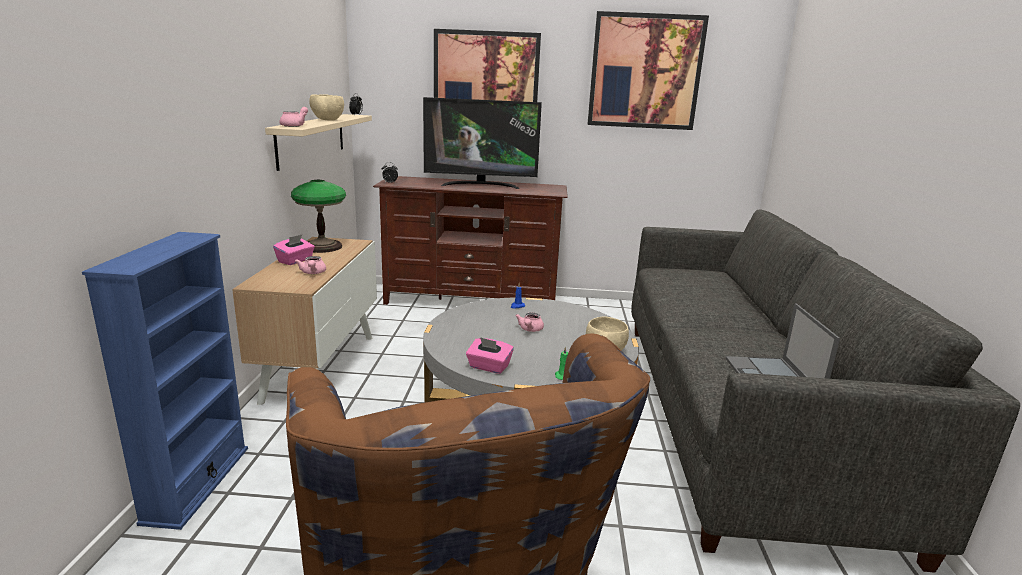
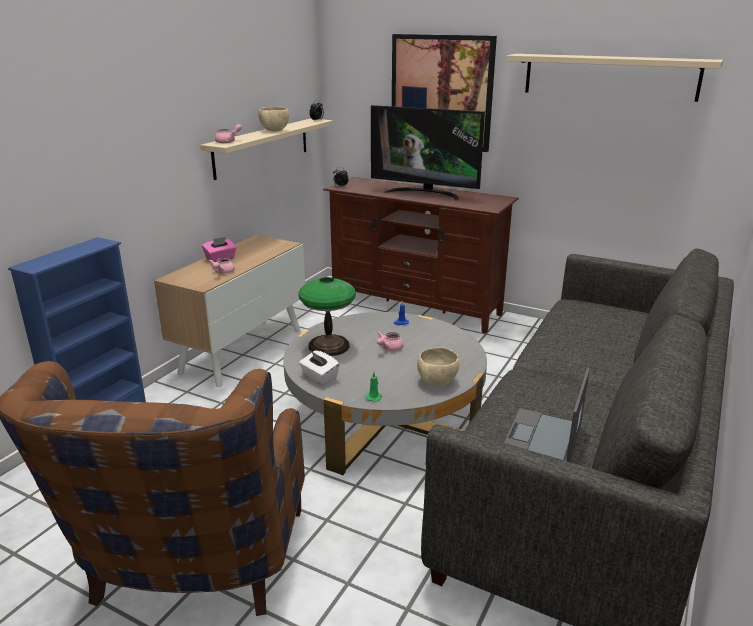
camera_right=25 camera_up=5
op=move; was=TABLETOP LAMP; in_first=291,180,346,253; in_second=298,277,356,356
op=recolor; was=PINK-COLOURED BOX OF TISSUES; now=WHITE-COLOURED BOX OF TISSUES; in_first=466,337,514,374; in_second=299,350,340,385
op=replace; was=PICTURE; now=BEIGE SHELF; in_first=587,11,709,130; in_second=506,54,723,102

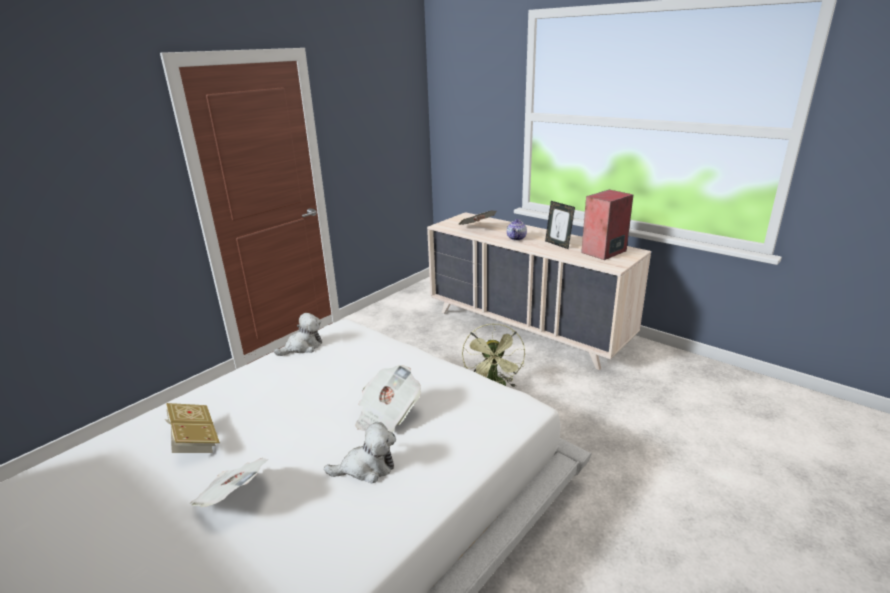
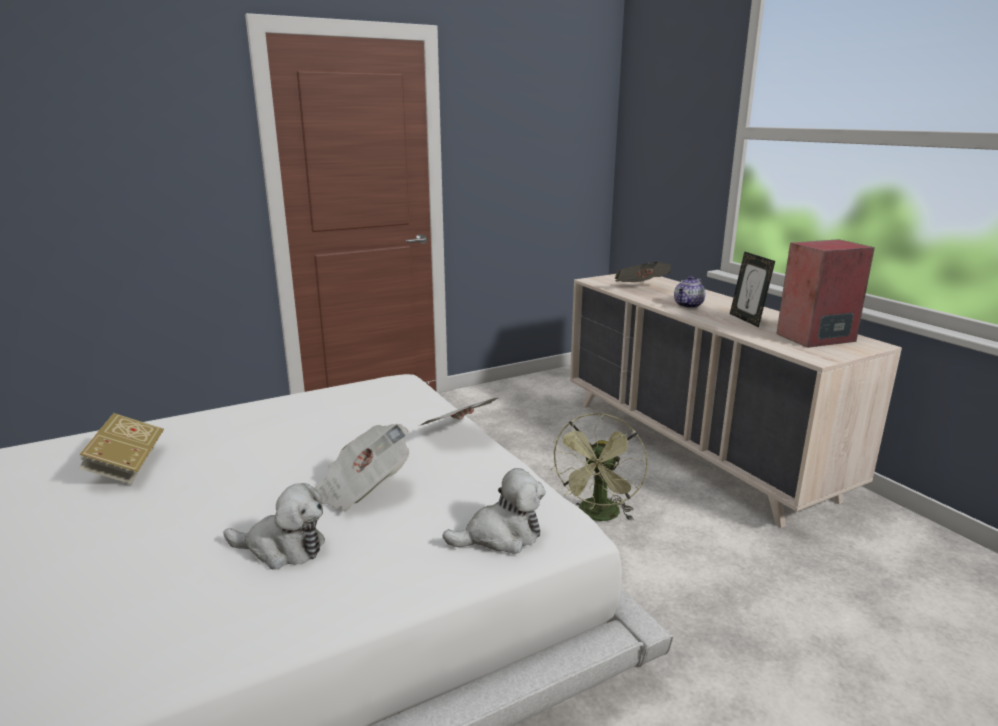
camera_right=20 camera_up=-5
op=move; was=PRINTED PAPER; in_first=190,458,269,507; in_second=419,398,498,426
op=move; was=CUDDLY TOY; in_first=274,313,322,356; in_second=443,468,546,554

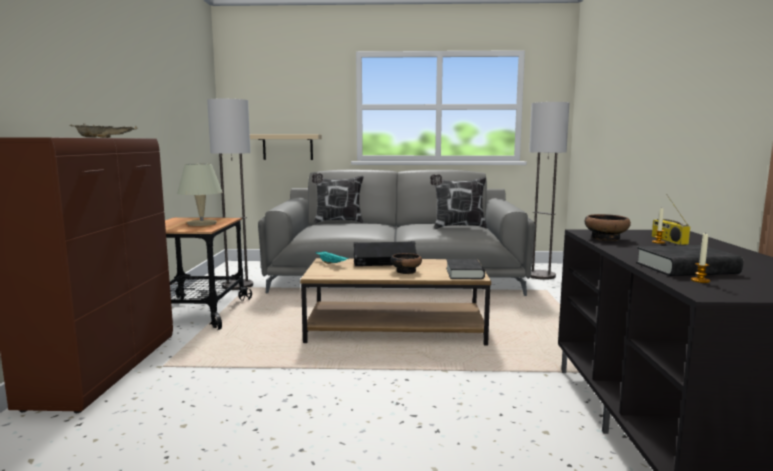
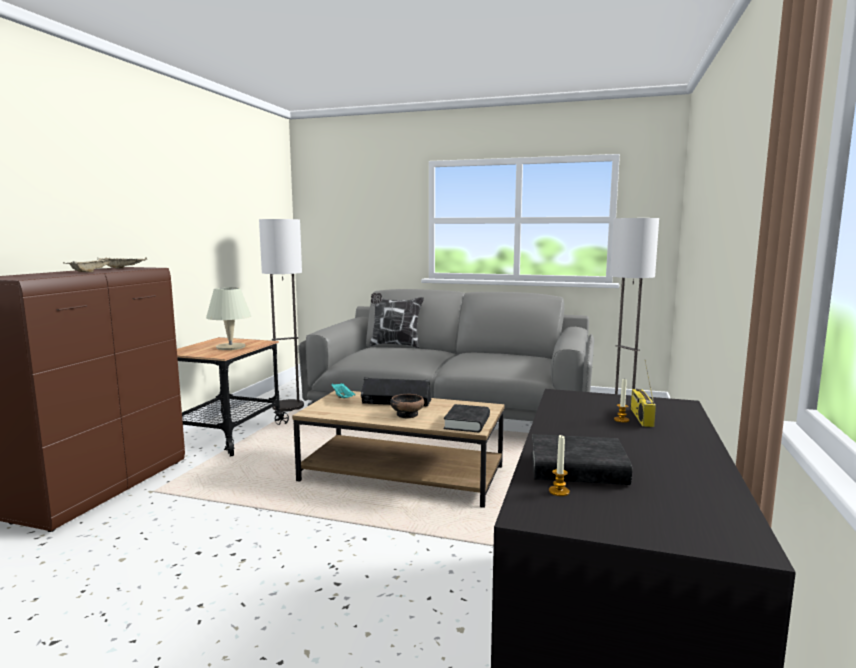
camera_right=15 camera_up=0
op=delete; was=BEIGE SHELF; in_first=250,134,322,160
op=delete; was=CUSHION; in_first=430,174,488,229
op=delete; was=SERVING BOWL; in_first=584,214,631,241

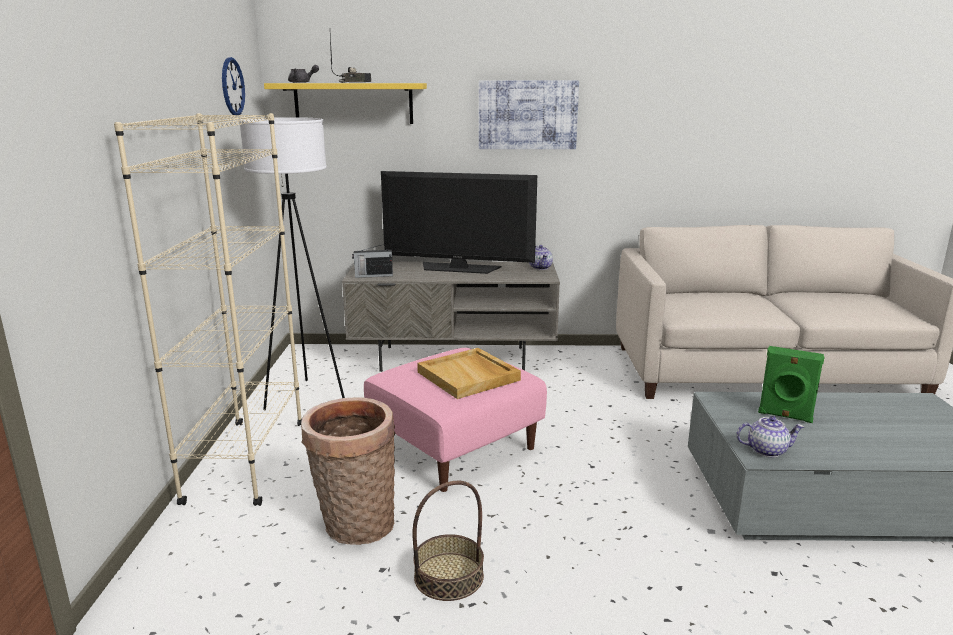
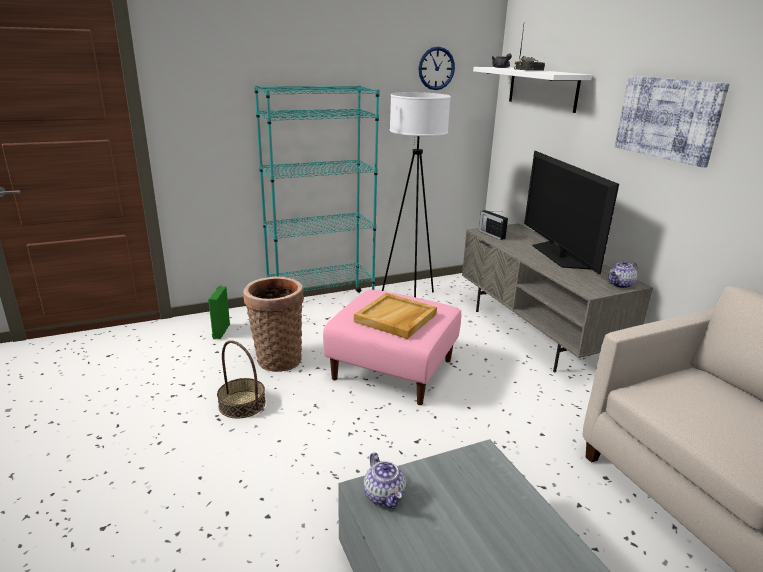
camera_right=65 camera_up=5
op=recolor; was=BEIGE BOOKCASE; now=BLUE-GREEN BOOKCASE; in_first=114,113,302,506; in_second=254,85,380,293
op=recolor; was=YELLOWISH SHELF; now=WHITE-COLOURED SHELF; in_first=264,83,427,124; in_second=473,67,592,113
op=move; was=GREENISH SPEAKER; in_first=758,346,825,423; in_second=208,286,230,339

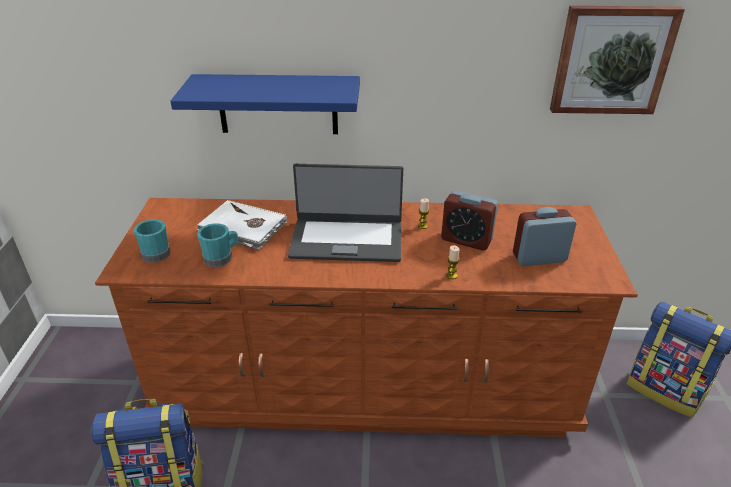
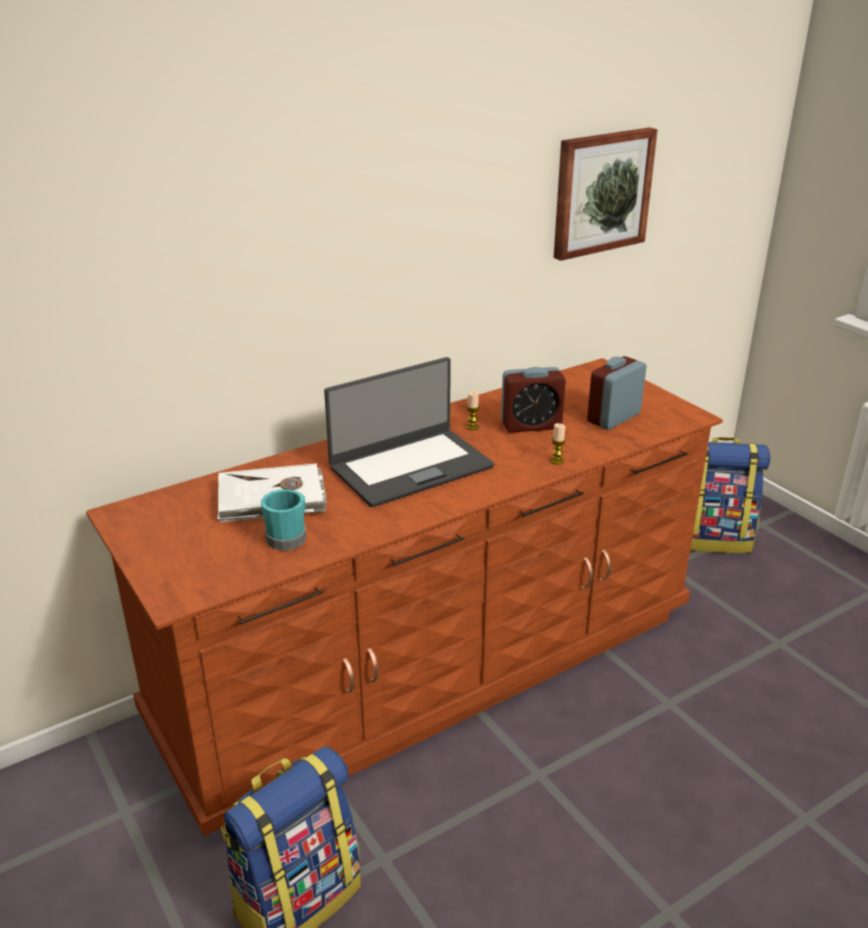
camera_right=-35 camera_up=-5
op=delete; was=BLUE-GREEN MUG; in_first=133,219,171,263
op=delete; was=BLUE SHELF; in_first=170,74,360,134

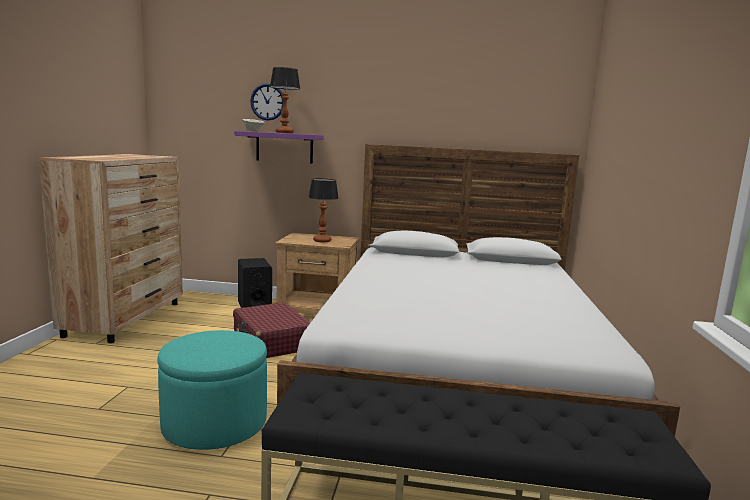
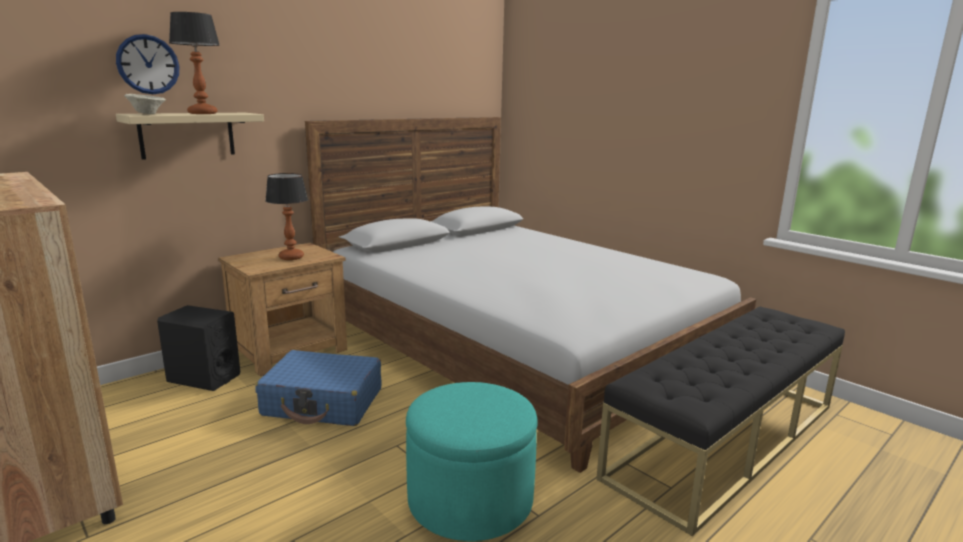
camera_right=-50 camera_up=5
op=recolor; was=RED-COLOURED SUITCASE; now=BLUE SUITCASE; in_first=233,302,311,358; in_second=255,350,382,426
op=recolor; was=PURPLE SHELF; now=BEIGE SHELF; in_first=234,131,324,164; in_second=116,113,264,160

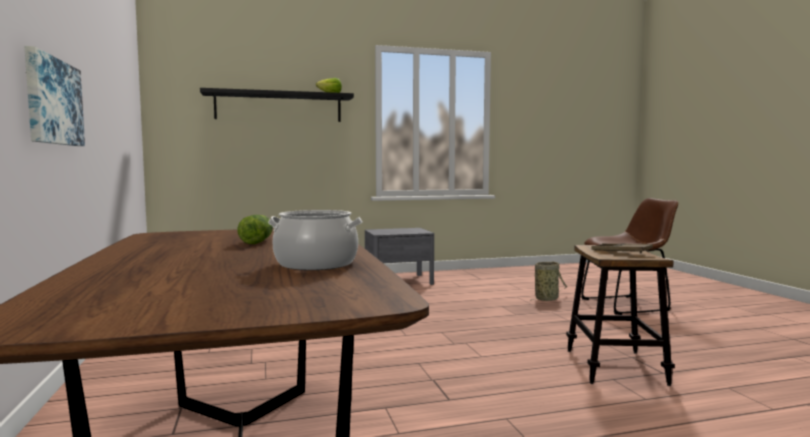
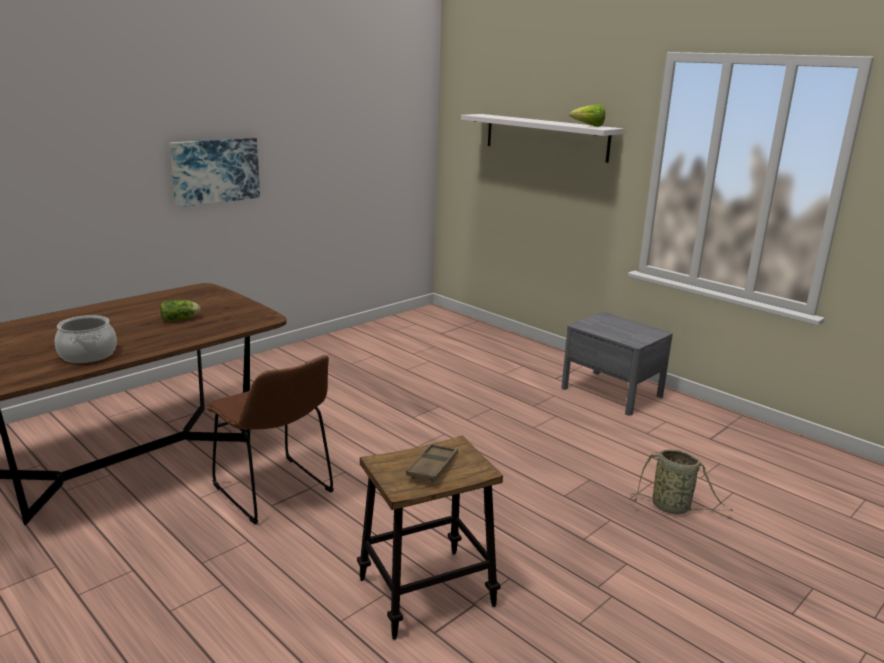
camera_right=60 camera_up=15
op=recolor; was=BLACK SHELF; now=WHITE-COLOURED SHELF; in_first=200,88,354,122; in_second=461,114,623,163
op=move; was=BROWN-COLOURED UPRIGHT CHAIR; in_first=581,198,678,315; in_second=207,355,334,524

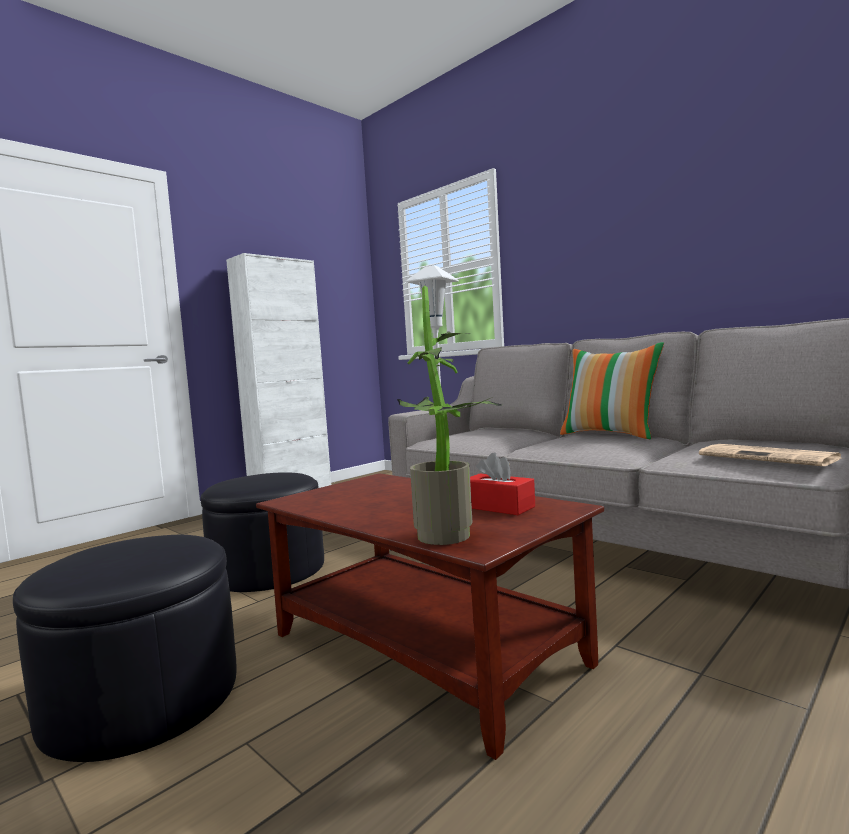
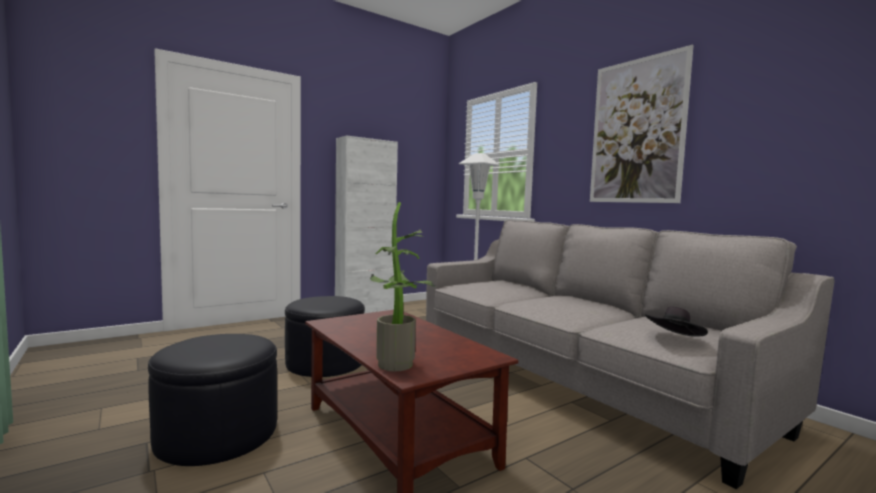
camera_right=10 camera_up=0
op=delete; was=RED-COLOURED BOX OF TISSUES; in_first=470,452,535,515
op=delete; was=CUSHION; in_first=560,342,664,439
op=replace; was=PRINTED PAPER; now=BLACK WEARABLE HAT; in_first=699,444,841,466; in_second=645,306,708,336
op=insert; now=PICTURE; in_second=590,45,694,203

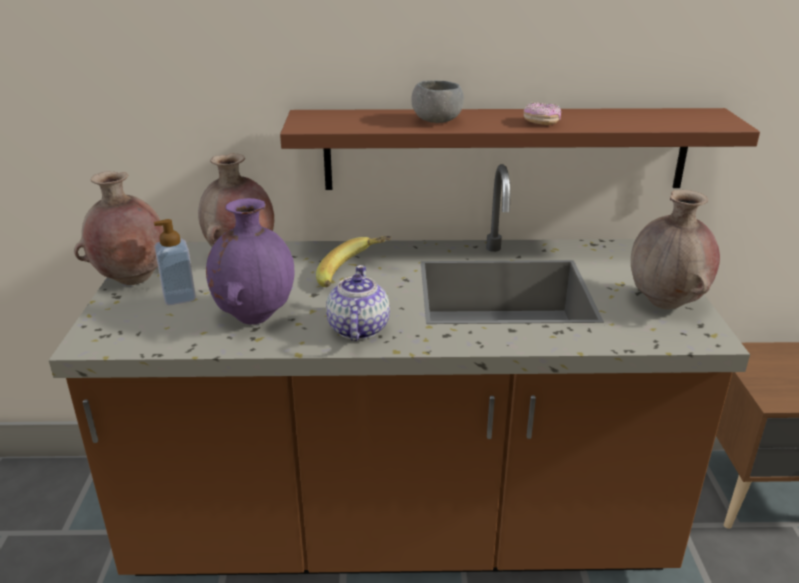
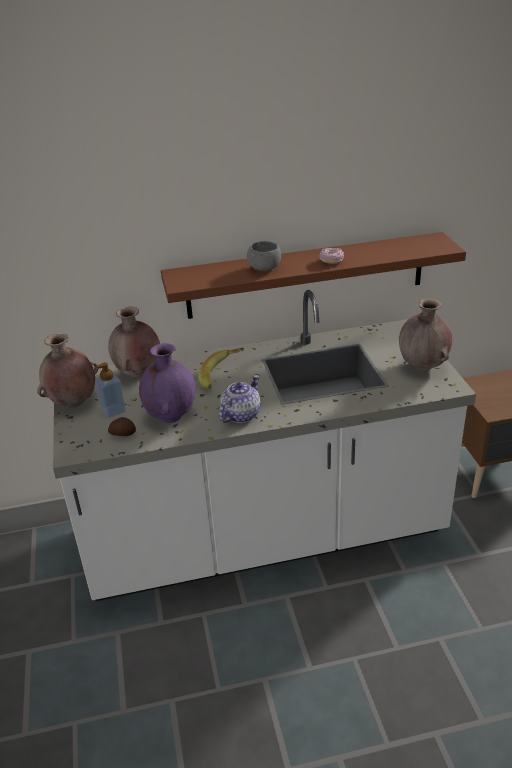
camera_right=-10 camera_up=5
op=recolor; was=BROWN-COLOURED KITCHEN COUNTER; now=WHITE-COLOURED KITCHEN COUNTER; in_first=49,164,750,576; in_second=53,290,476,601
op=rotate; was=POT FOR TEA; in_first=326,265,390,341; in_second=219,375,261,423; clockwise=45
op=insert; now=SPUD; in_second=108,417,136,436

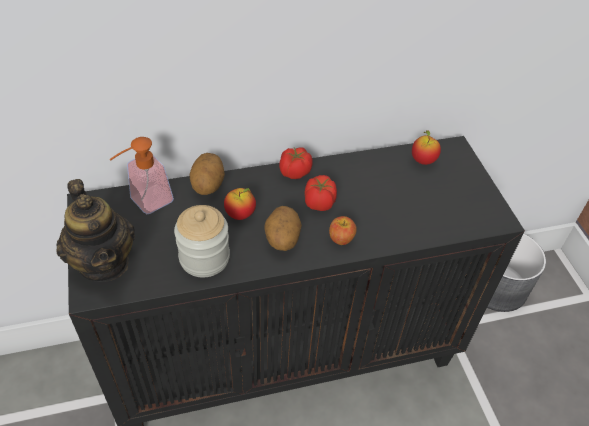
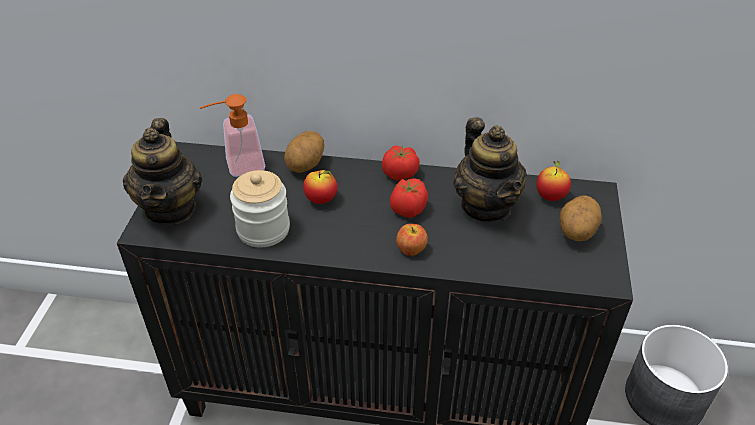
camera_right=25 camera_up=-5
op=move; was=SPUD; in_first=264,206,302,251; in_second=560,196,602,241
op=insert; now=POT FOR TEA; in_second=453,117,527,223

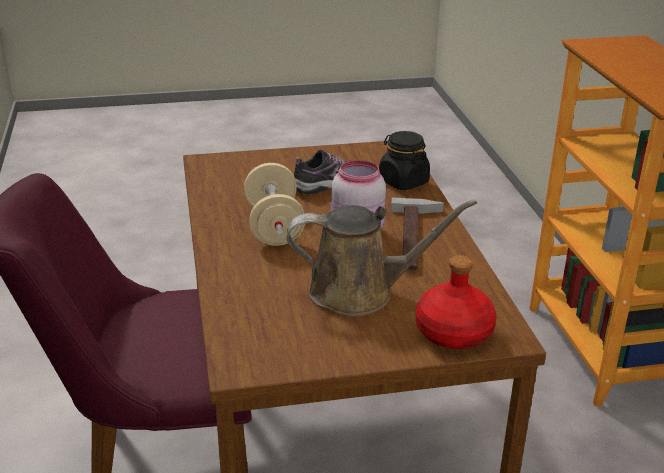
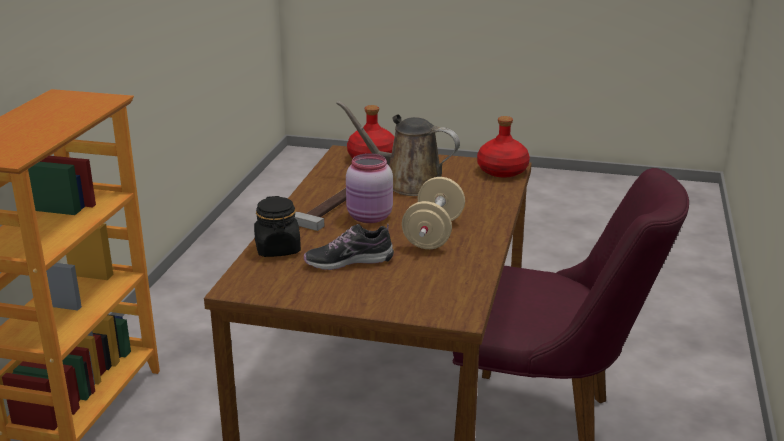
camera_right=-155 camera_up=-5
op=insert; now=RED-COLOURED BEVERAGE BOTTLE; in_second=477,116,530,178

